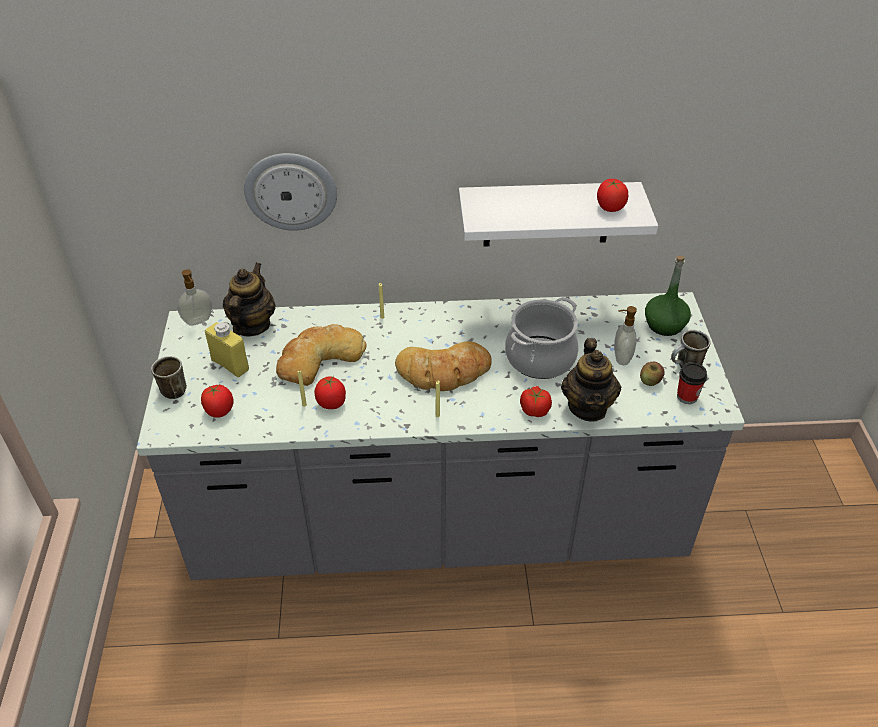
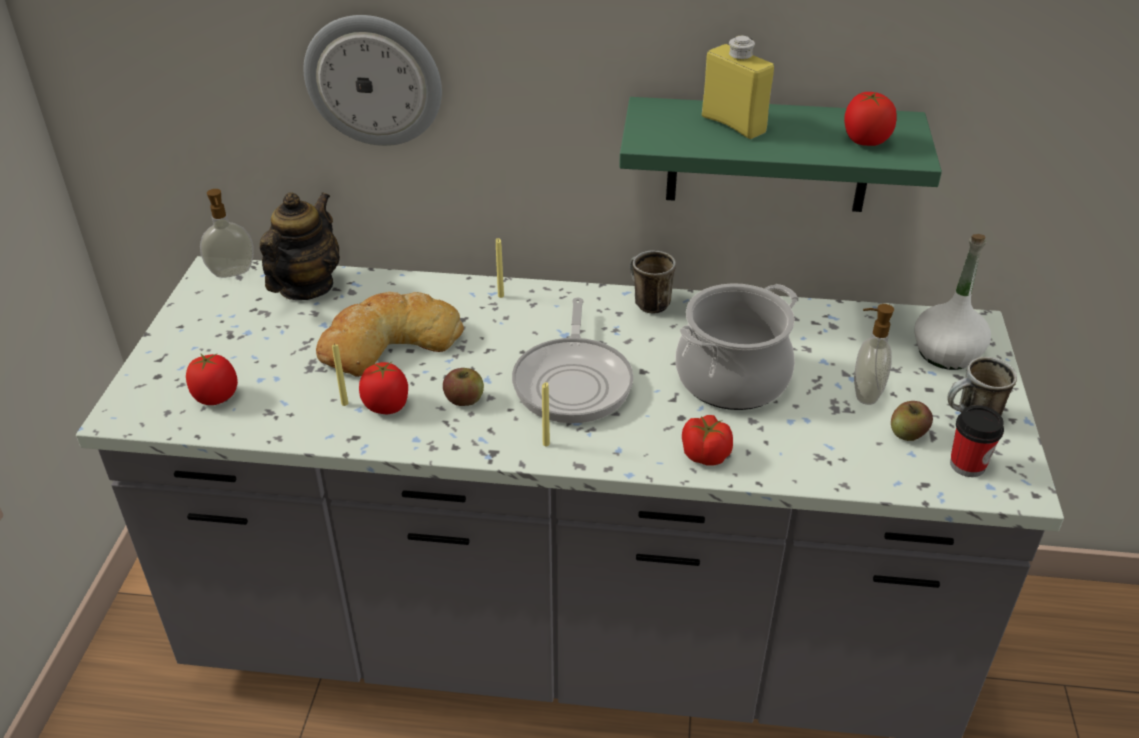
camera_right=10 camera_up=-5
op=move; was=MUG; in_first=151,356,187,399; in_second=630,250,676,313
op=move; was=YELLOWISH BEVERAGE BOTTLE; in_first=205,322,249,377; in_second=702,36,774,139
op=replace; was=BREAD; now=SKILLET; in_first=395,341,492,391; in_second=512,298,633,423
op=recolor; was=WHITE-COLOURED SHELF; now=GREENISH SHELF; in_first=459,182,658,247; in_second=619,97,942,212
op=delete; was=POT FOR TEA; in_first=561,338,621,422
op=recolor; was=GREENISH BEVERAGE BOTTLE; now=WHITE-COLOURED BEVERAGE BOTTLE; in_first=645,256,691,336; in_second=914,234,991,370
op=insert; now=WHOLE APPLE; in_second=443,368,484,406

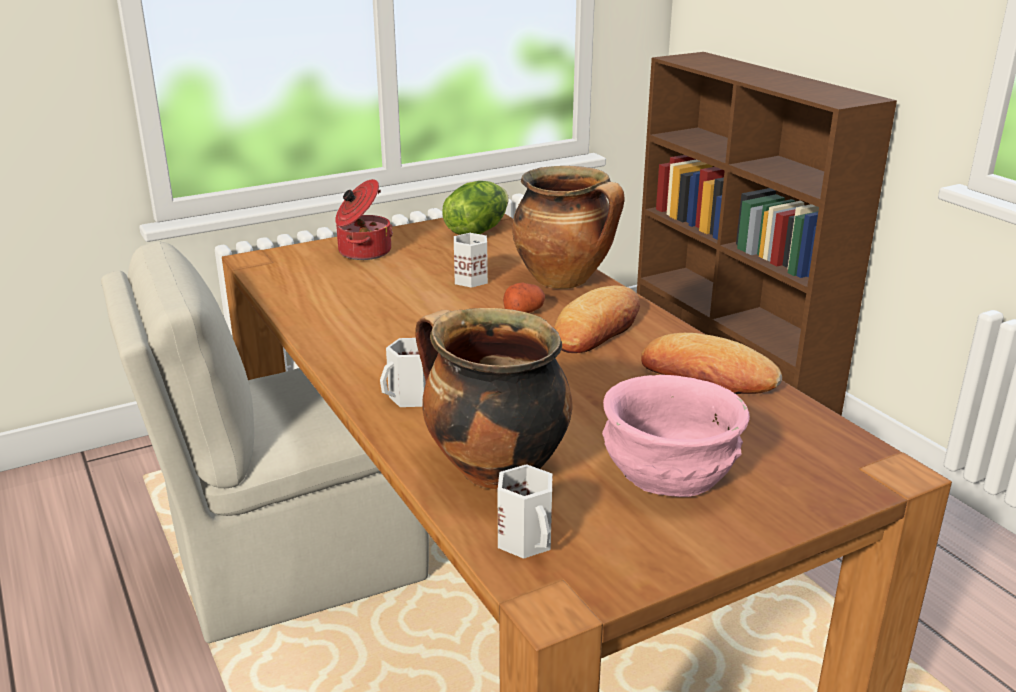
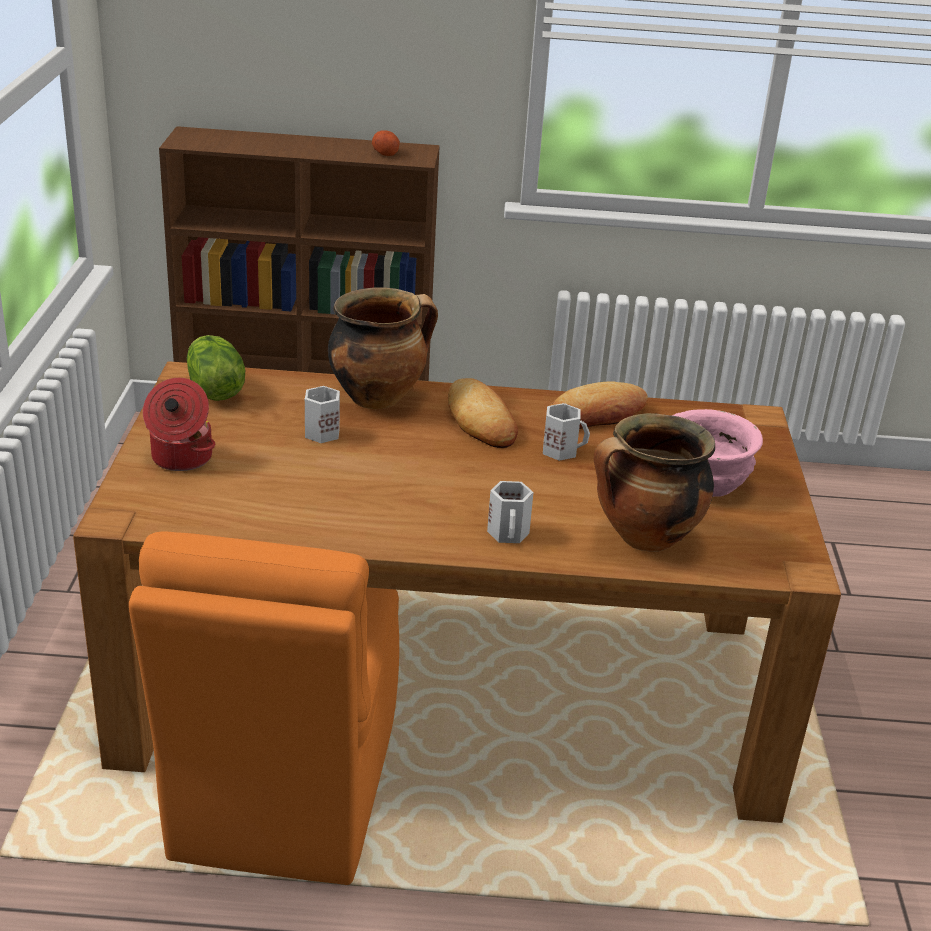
camera_right=-60 camera_up=5
op=recolor; was=BEIGE UPRIGHT CHAIR; now=ORANGE-COLOURED UPRIGHT CHAIR; in_first=101,241,429,643; in_second=129,531,399,885
op=move; was=WHITE-COLOURED MUG; in_first=498,464,553,559; in_second=543,403,590,461
op=move; was=SPUD; in_first=503,283,545,313; in_second=372,130,400,156

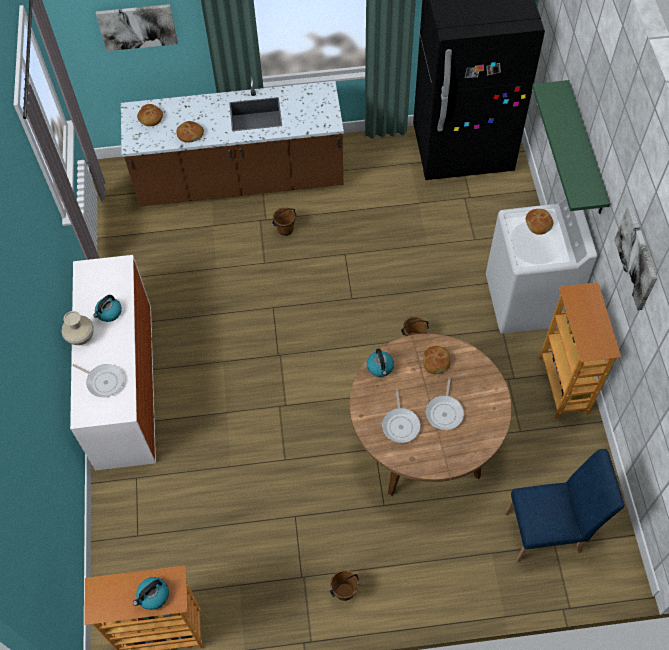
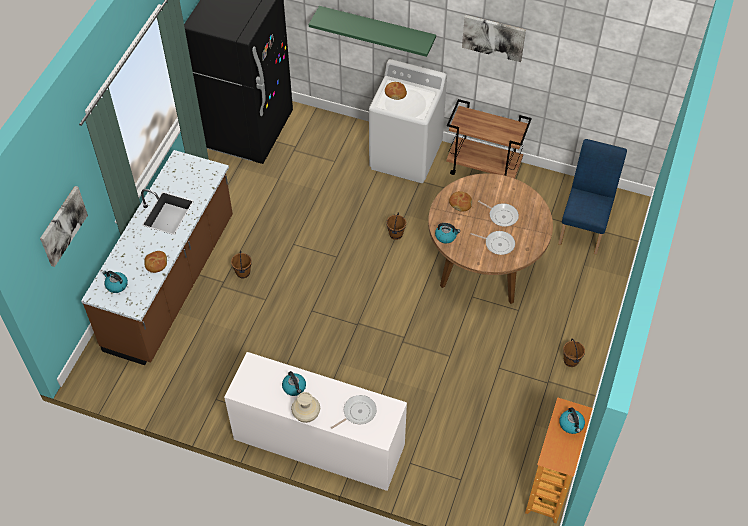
camera_right=-65 camera_up=-5
op=replace; was=BREAD; now=KETTLE; in_first=137,104,163,126; in_second=102,271,128,293
op=replace; was=BOOKCASE; now=BROWN-COLOURED TROLLEY; in_first=539,282,621,419; in_second=446,99,532,178

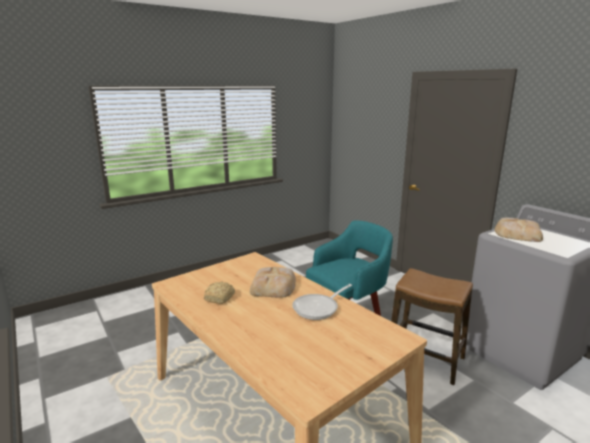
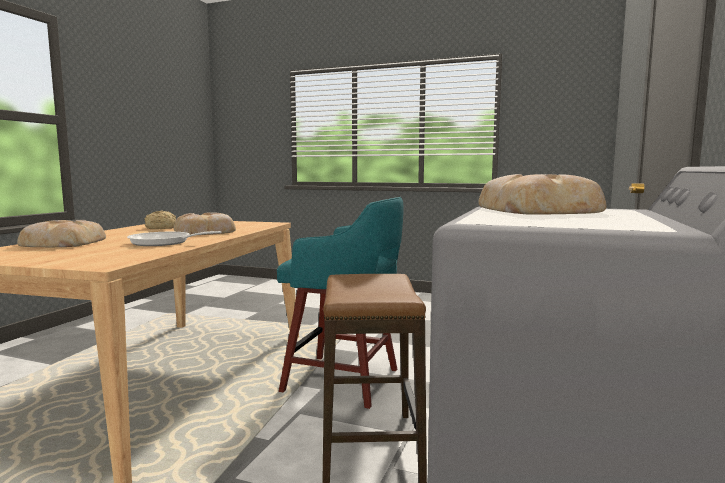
camera_right=55 camera_up=-10
op=insert; now=BREAD; in_second=17,220,106,247

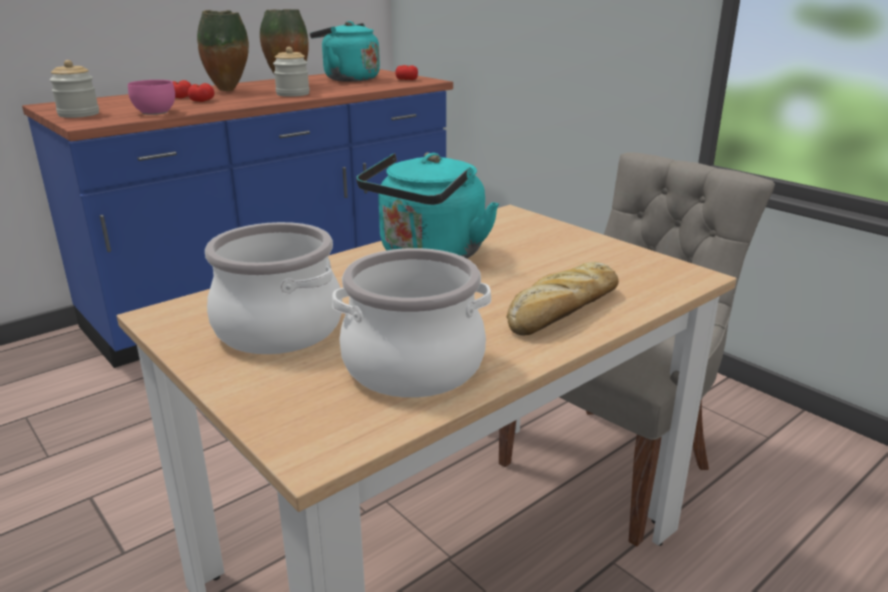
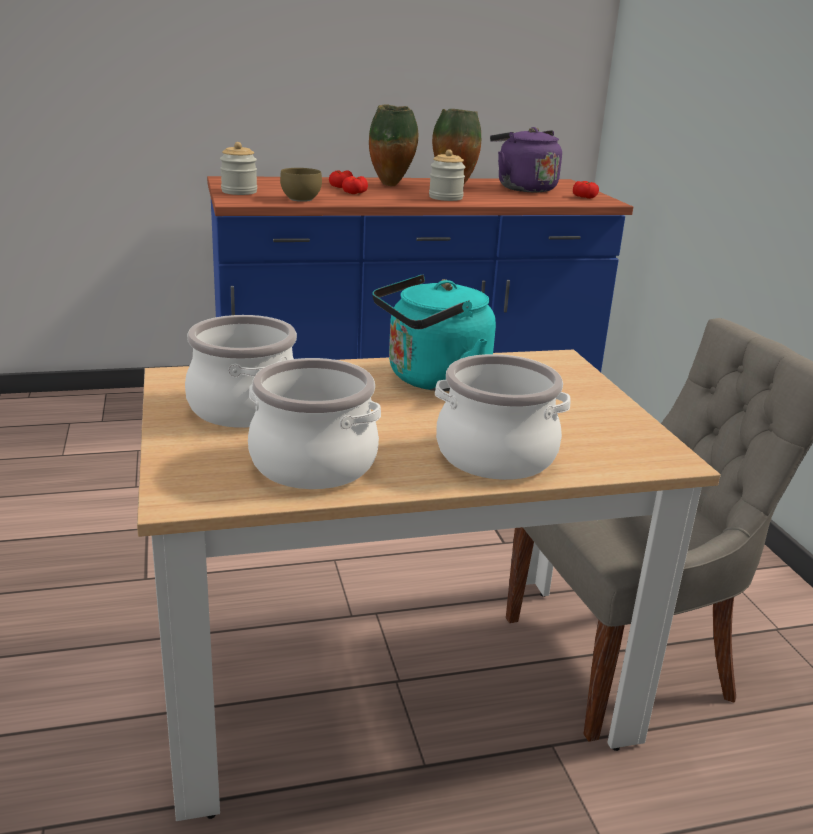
camera_right=25 camera_up=0
op=recolor; was=PINK-COLOURED SERVING BOWL; now=BROWN-COLOURED SERVING BOWL; in_first=128,80,175,115; in_second=280,168,322,202
op=recolor; was=BLUE-GREEN KETTLE; now=PURPLE KETTLE; in_first=310,21,380,82; in_second=490,127,562,192
op=replace; was=BREAD; now=SAUCEPOT; in_first=507,262,619,336; in_second=435,354,571,480

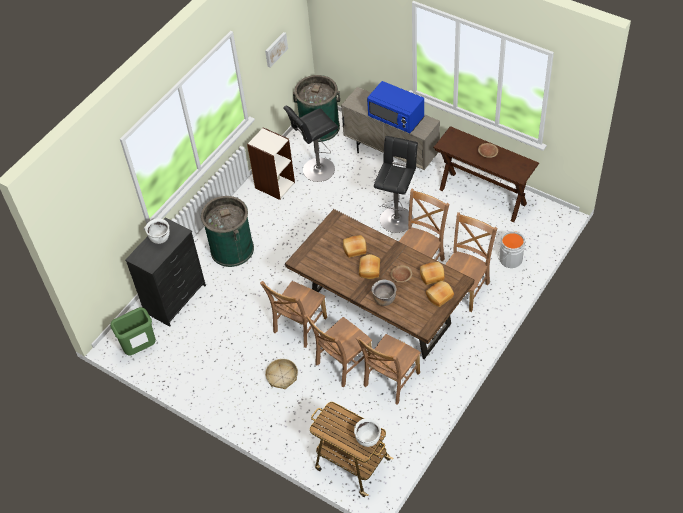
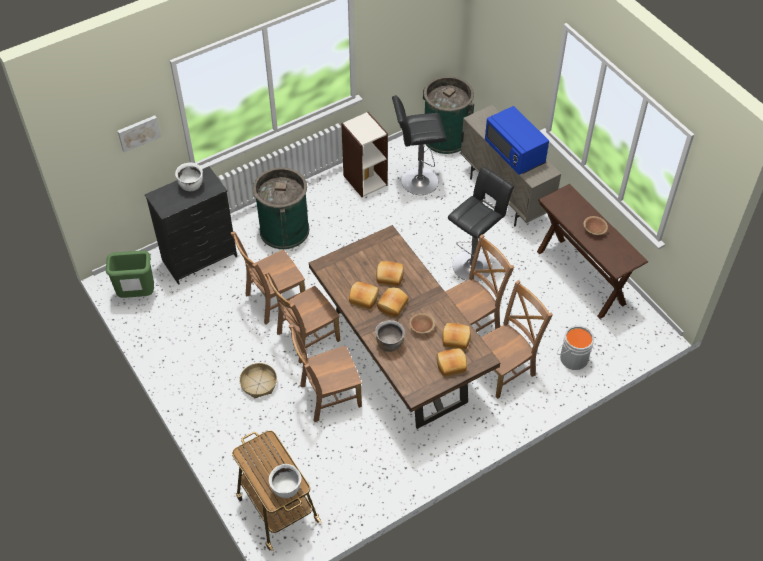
camera_right=20 camera_up=0
op=move; was=PICTURE; in_first=265,32,288,67; in_second=118,115,161,153
op=move; was=BROWN-COLOURED UPRIGHT CHAIR; in_first=356,334,421,405; in_second=231,231,305,325
op=insert; now=BREAD; in_second=349,282,379,309

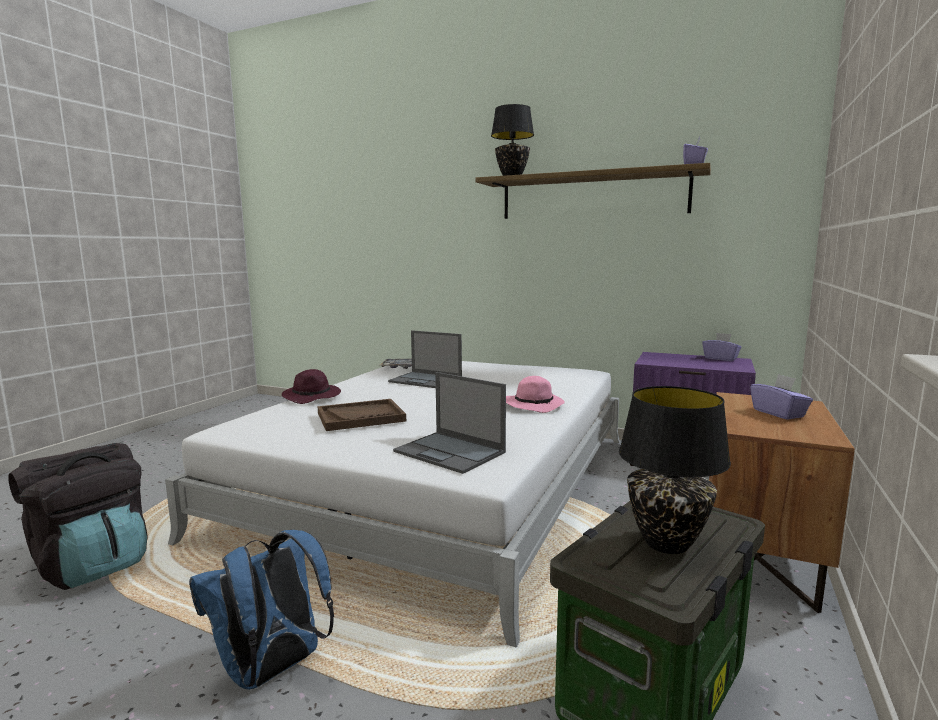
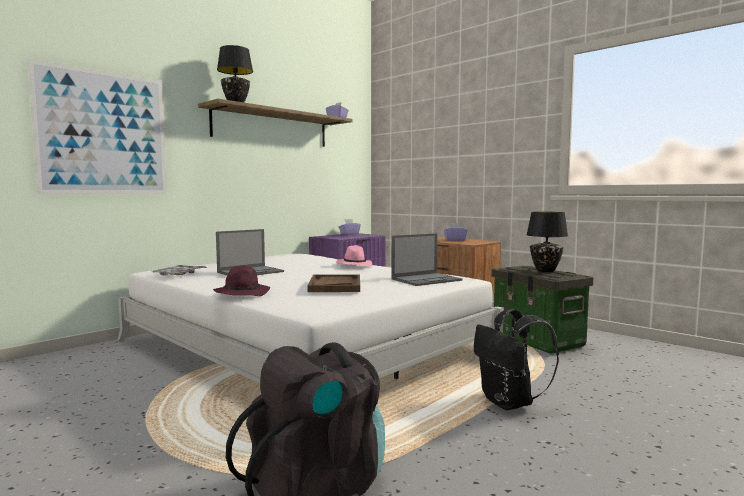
camera_right=-70 camera_up=-5
op=recolor; was=BLUE BACKPACK; now=BLACK BACKPACK; in_first=189,530,334,690; in_second=474,308,559,410
op=insert; now=PICTURE; in_second=27,59,167,194

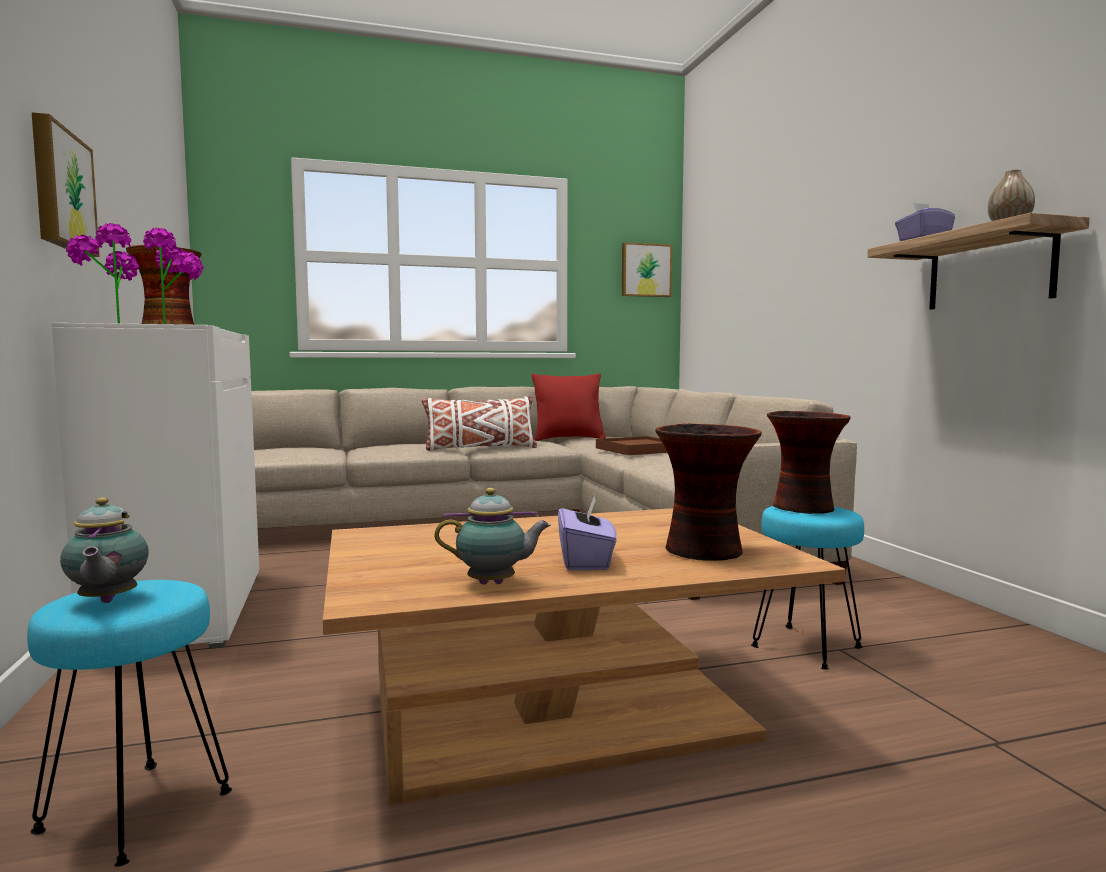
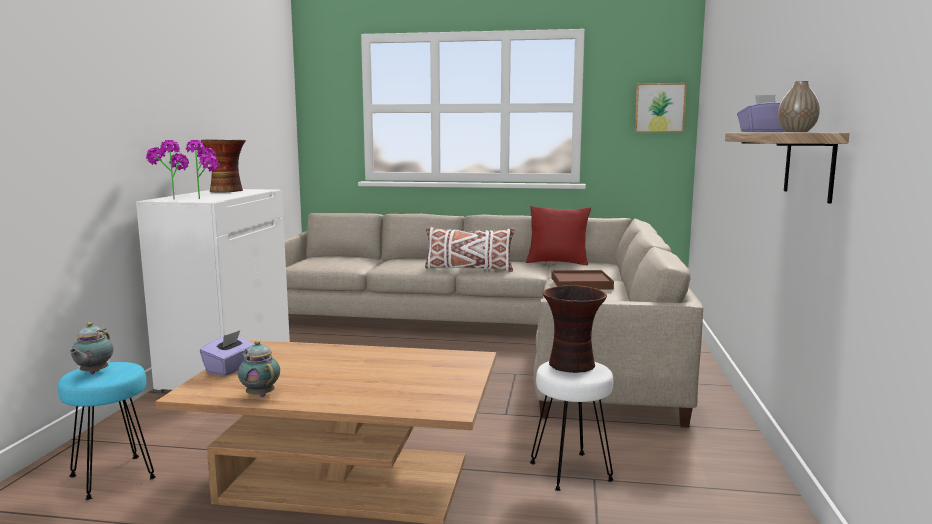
camera_right=25 camera_up=5
op=delete; was=PICTURE; in_first=32,112,100,257
op=rotate; was=POT FOR TEA; in_first=435,488,551,585; in_second=238,340,280,397; clockwise=-150
op=move; was=PURPLE BOX OF TISSUES; in_first=558,495,617,570; in_second=200,330,255,376
op=delete; was=VASE; in_first=655,423,762,561
op=recolor; was=BLUE-GREEN SITTING STOOL; now=WHITE-COLOURED SITTING STOOL; in_first=751,506,864,670; in_second=530,361,614,491

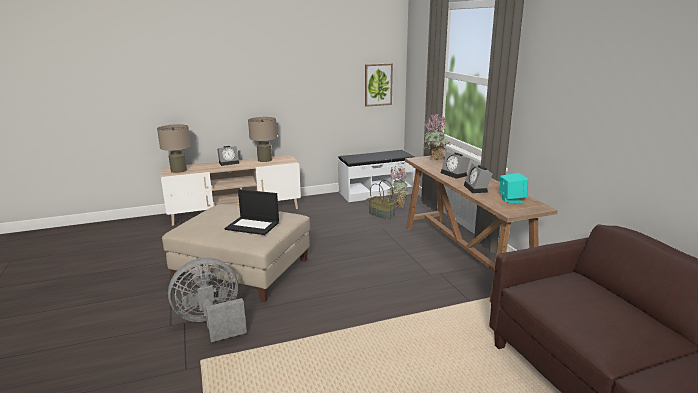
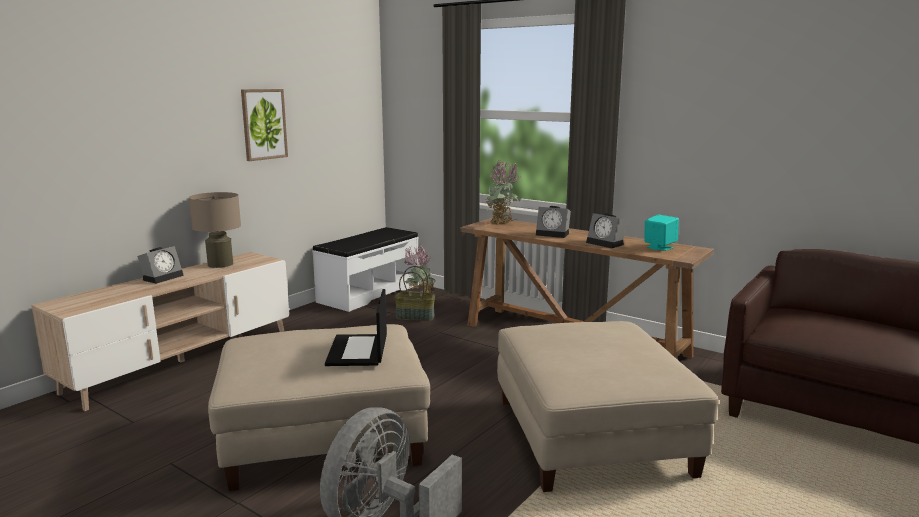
camera_right=-35 camera_up=-5
op=delete; was=BEIGE TABLETOP LAMP; in_first=157,124,191,173
op=rotate; was=NOTEBOOK COMPUTER; in_first=225,189,279,235; in_second=325,289,387,366; clockwise=105
op=move; was=PICTURE; in_first=365,63,393,107; in_second=241,89,288,161
op=insert; now=BEIGE OTTOMAN; in_second=497,321,719,492

